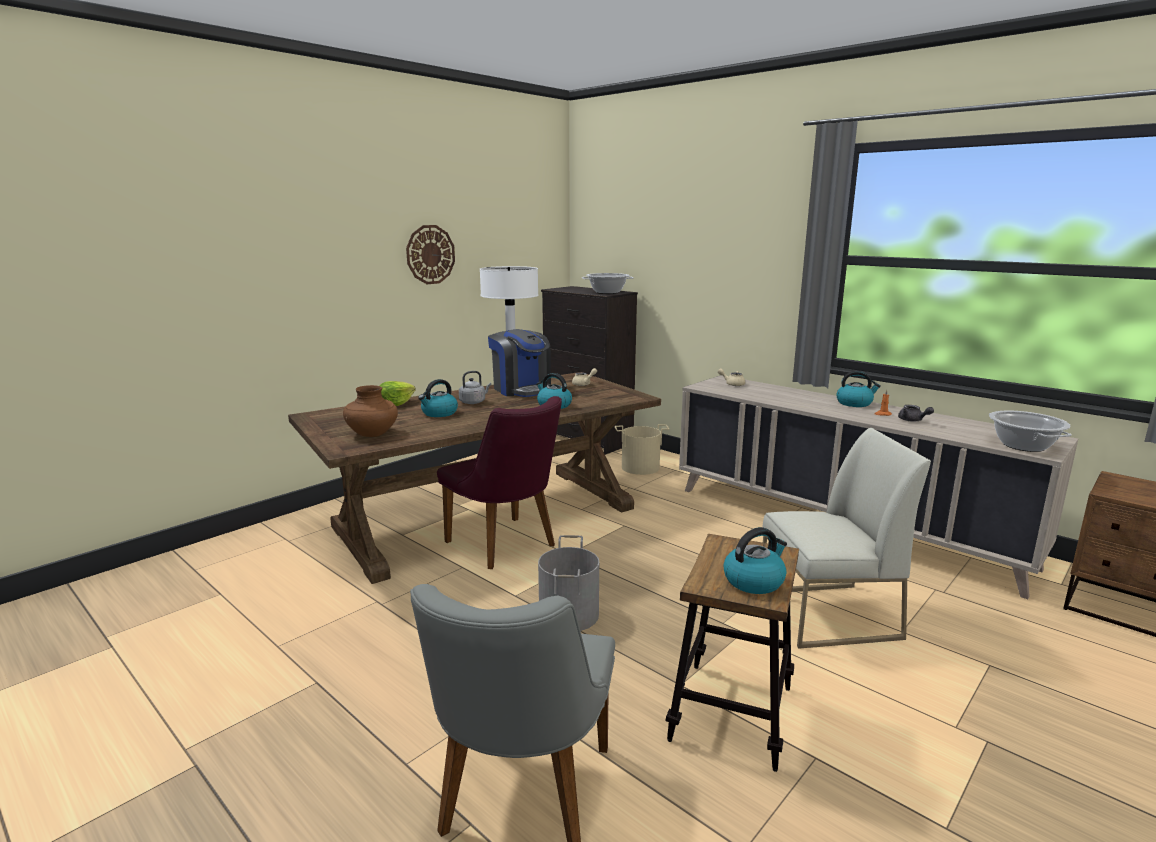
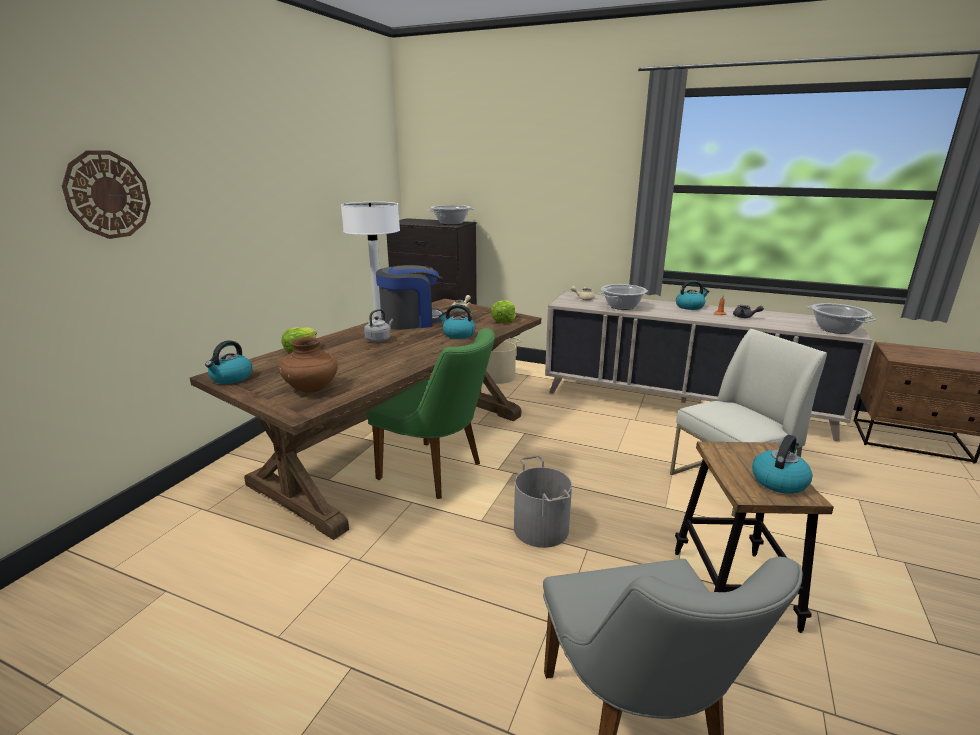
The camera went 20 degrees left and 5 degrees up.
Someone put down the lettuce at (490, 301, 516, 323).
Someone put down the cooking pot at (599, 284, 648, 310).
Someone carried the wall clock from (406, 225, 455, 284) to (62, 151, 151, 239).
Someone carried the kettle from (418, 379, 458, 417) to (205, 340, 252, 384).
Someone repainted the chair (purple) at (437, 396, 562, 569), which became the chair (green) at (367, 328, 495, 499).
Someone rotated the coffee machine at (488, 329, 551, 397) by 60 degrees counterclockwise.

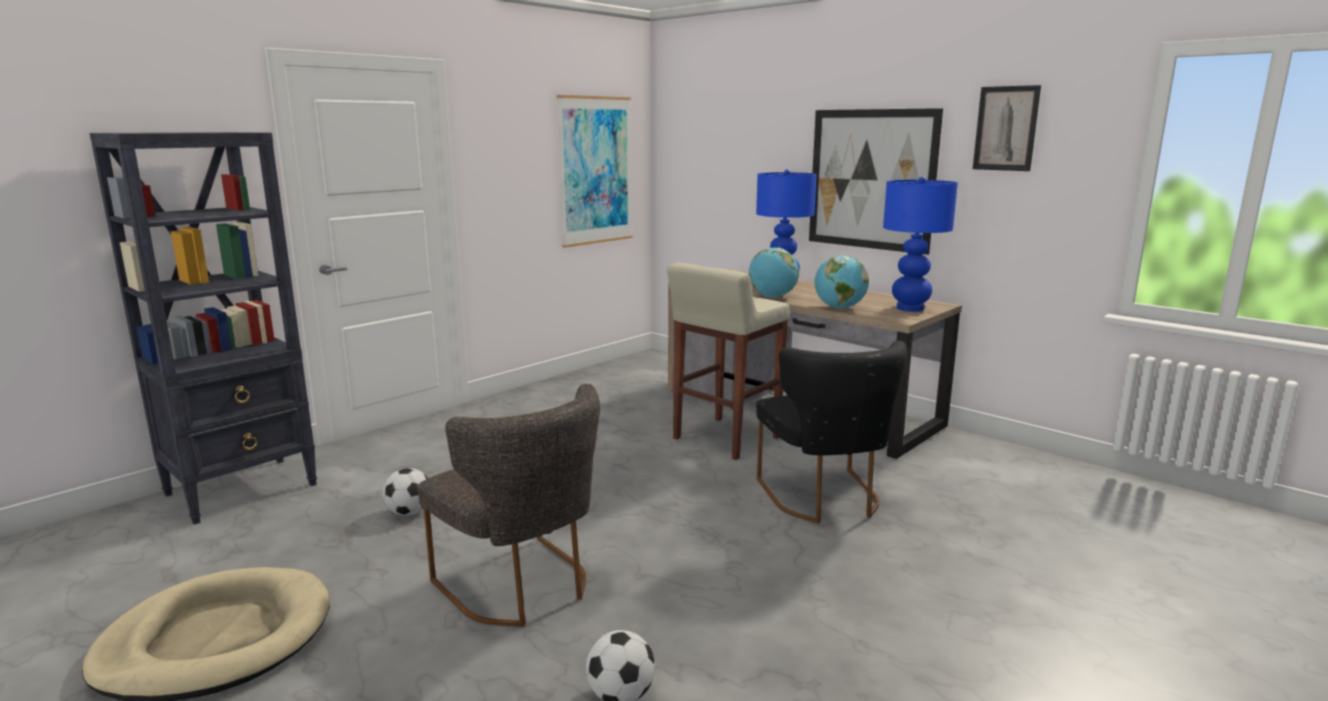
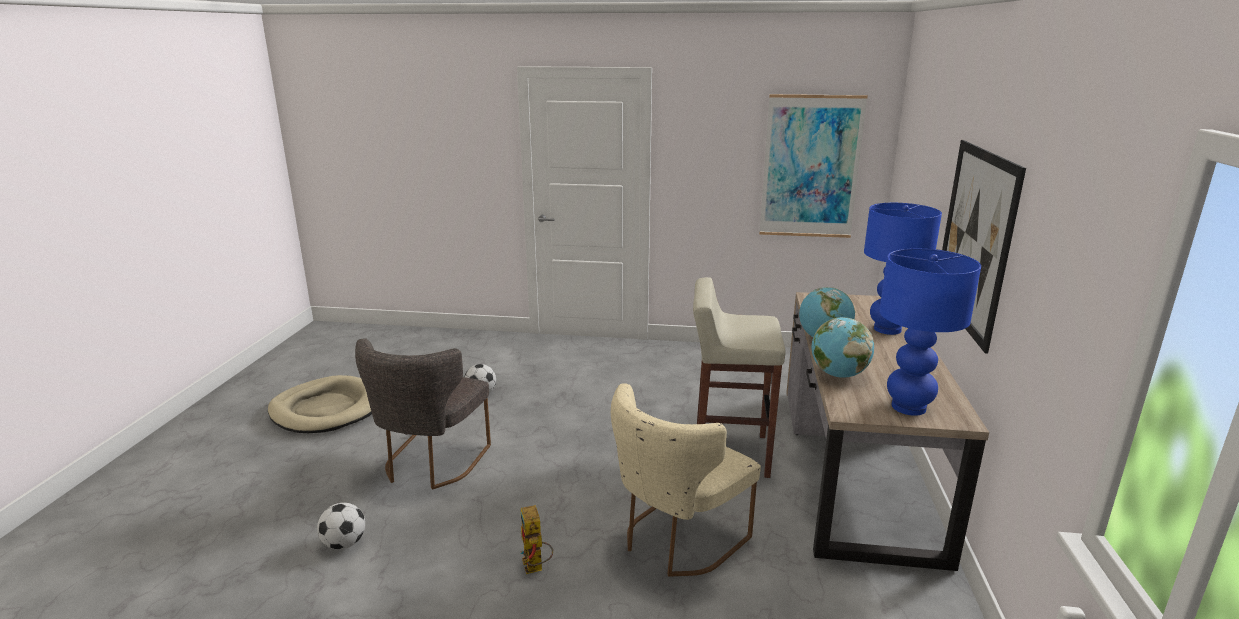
The camera went 55 degrees right and 5 degrees up.
Someone took away the bookcase (black) at (90, 132, 317, 525).
Someone took away the picture at (973, 85, 1041, 171).
Someone put down the toy robot at (520, 505, 553, 574).
Someone repainted the chair (black) at (756, 341, 907, 524), which became the chair (beige) at (611, 383, 761, 577).

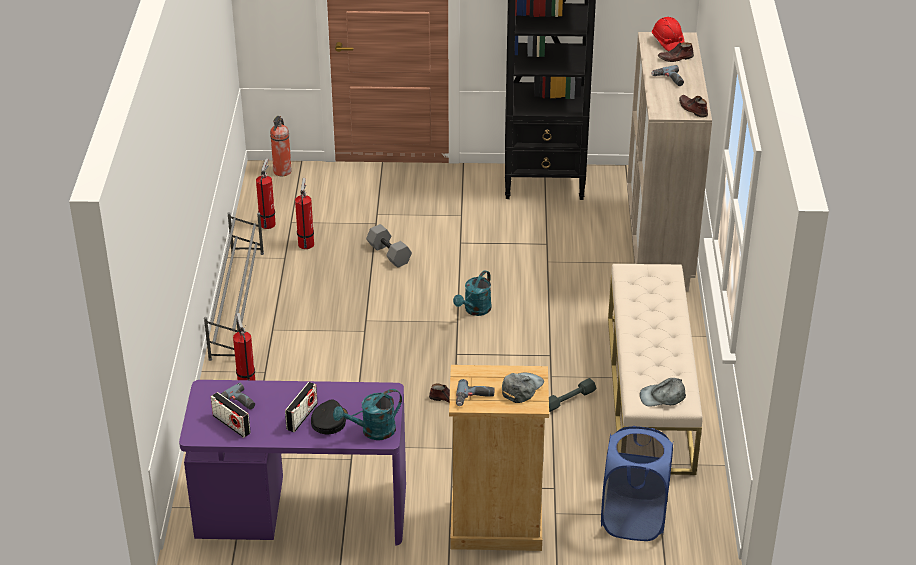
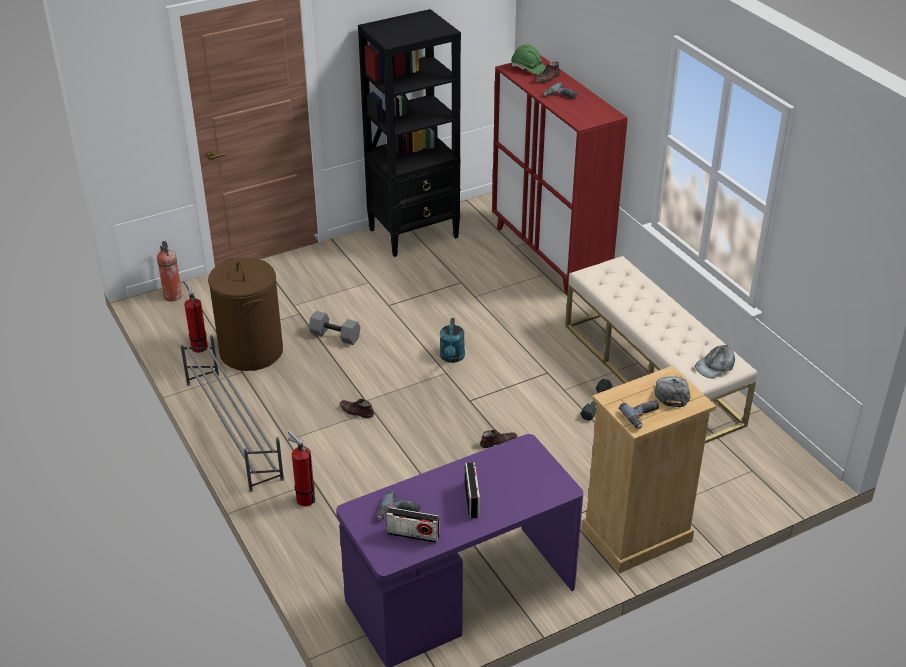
The camera went 30 degrees left and 0 degrees up.
Someone took away the cap (black) at (311, 399, 348, 434).
Someone took away the watering can (turquoise) at (333, 389, 402, 440).
Someone took away the laundry basket (blue) at (601, 426, 673, 541).
Someone carried the shoe (brown) from (679, 95, 708, 117) to (340, 399, 374, 418).
Someone swapped the fire extinguisher at (295, 178, 314, 249) for the laundry basket (brown) at (208, 257, 283, 371).
Someone repainted the cabinet (beige) at (627, 32, 712, 291), which became the cabinet (red) at (492, 56, 627, 294).
Someone repainted the hard hat (red) at (652, 17, 685, 51), which became the hard hat (green) at (511, 44, 545, 75).

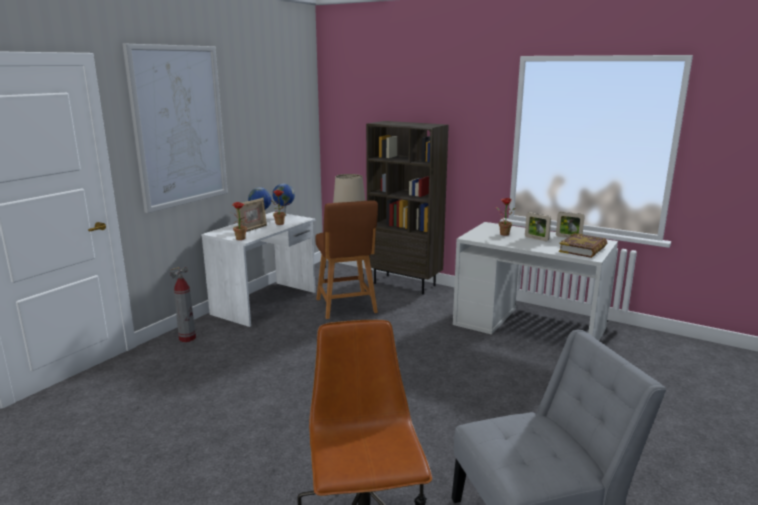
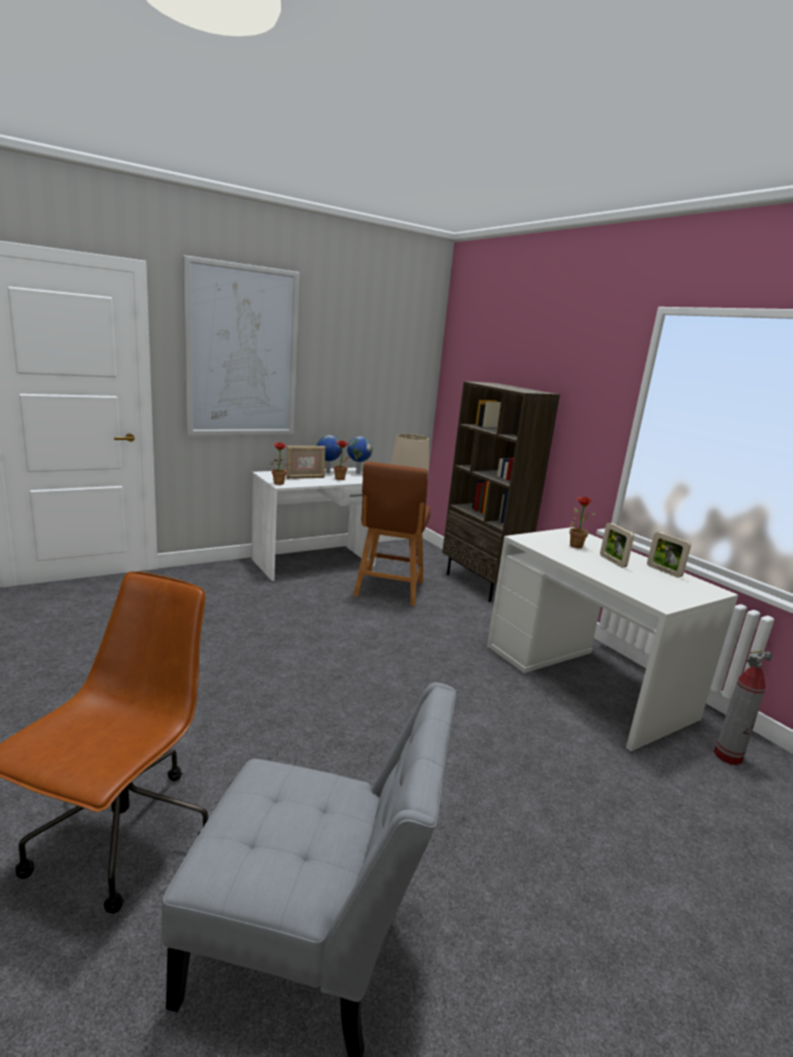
The camera went 25 degrees right and 0 degrees up.
Someone took away the book at (559, 233, 607, 258).
Someone carried the fire extinguisher from (170, 267, 196, 342) to (714, 650, 773, 765).

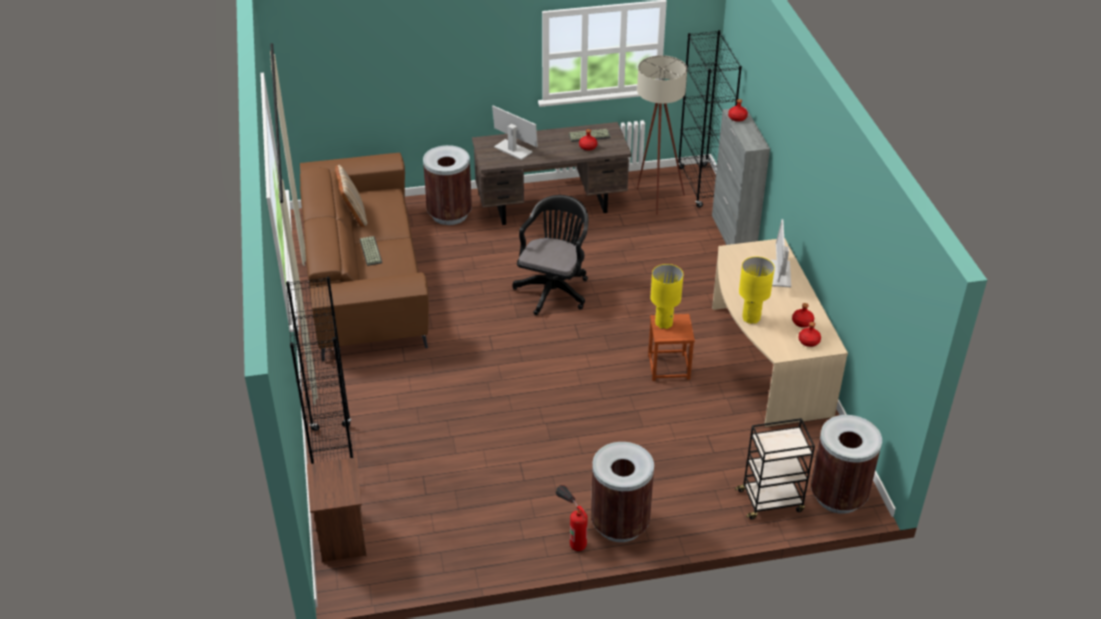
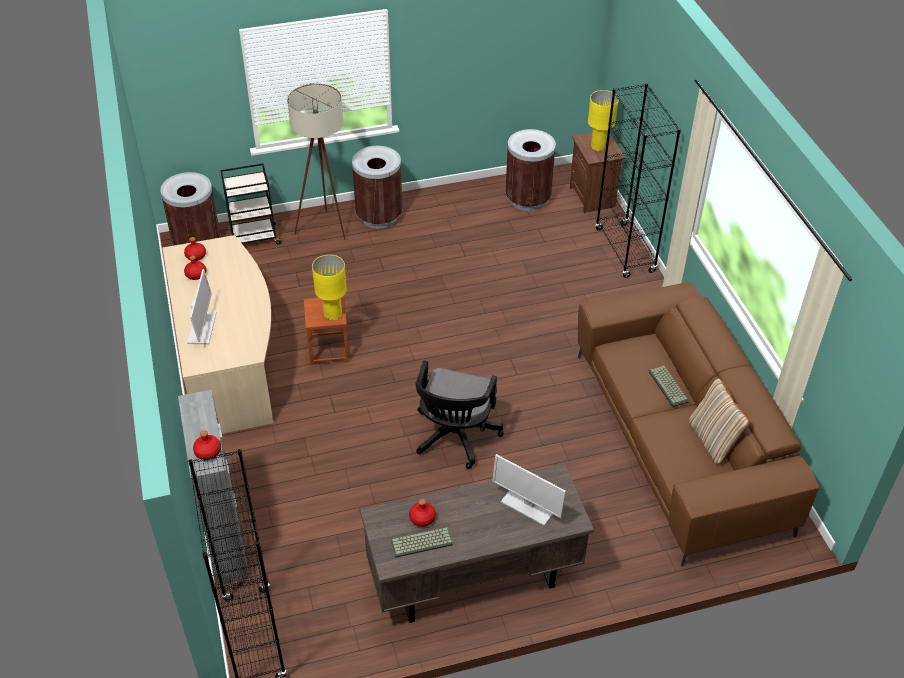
The camera went 175 degrees right and 5 degrees up.
Someone took away the fire extinguisher at (556, 485, 588, 551).
Someone carried the trash can (brown) from (423, 145, 472, 225) to (505, 129, 556, 211).
Someone carried the floor lamp (beige) from (637, 55, 687, 215) to (287, 83, 346, 240).
Someone carried the table lamp (yellow) from (739, 257, 775, 324) to (588, 90, 619, 151).

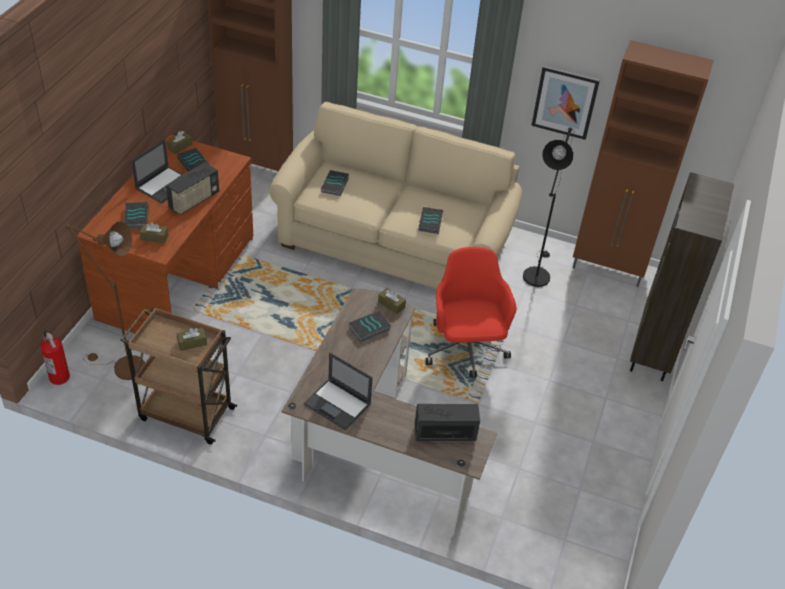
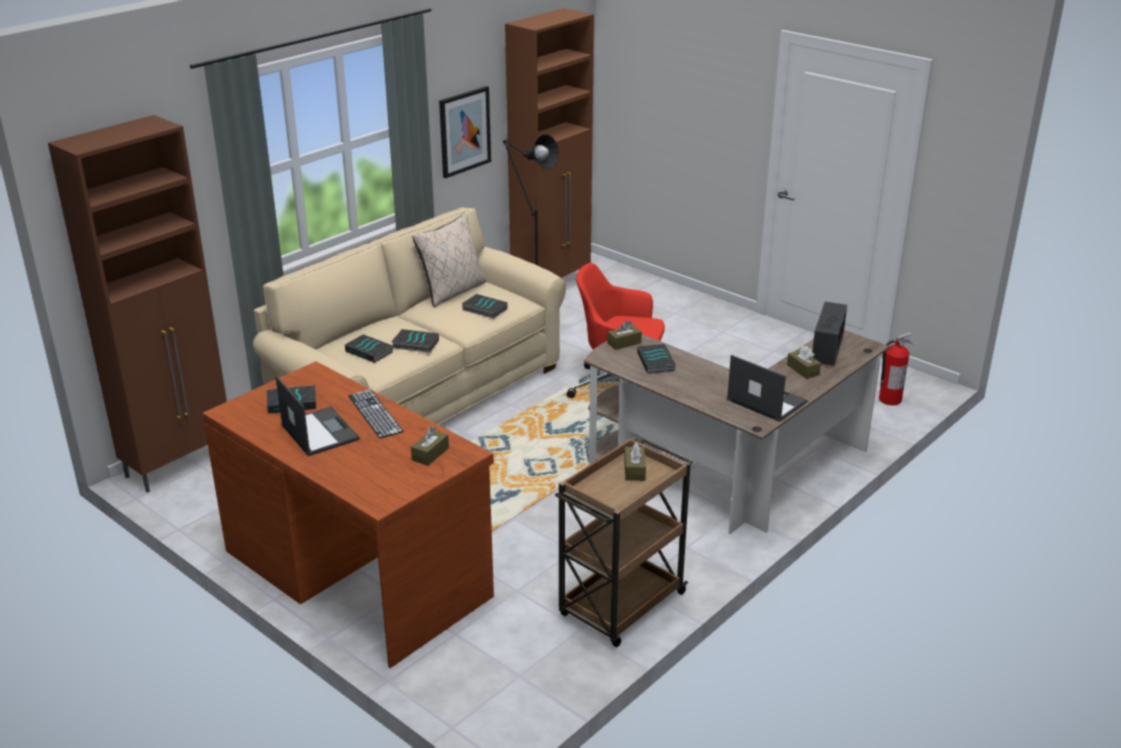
The camera went 65 degrees left and 15 degrees down.
Someone took away the floor lamp (brown) at (65, 221, 145, 380).
Someone took away the bookcase (brown) at (630, 172, 734, 381).
Someone put down the pillow (beige) at (412, 213, 486, 307).
Someone carried the fire extinguisher from (40, 330, 70, 385) to (879, 332, 913, 405).
Someone carried the book from (124, 202, 149, 229) to (392, 329, 439, 353).
Someone carried the tissue box (brown) from (167, 131, 192, 154) to (787, 346, 821, 379).
Someone swapped the radio at (166, 162, 219, 215) for the keyboard at (348, 389, 404, 438).
Someone rotated the laptop at (304, 352, 373, 431) by 105 degrees counterclockwise.

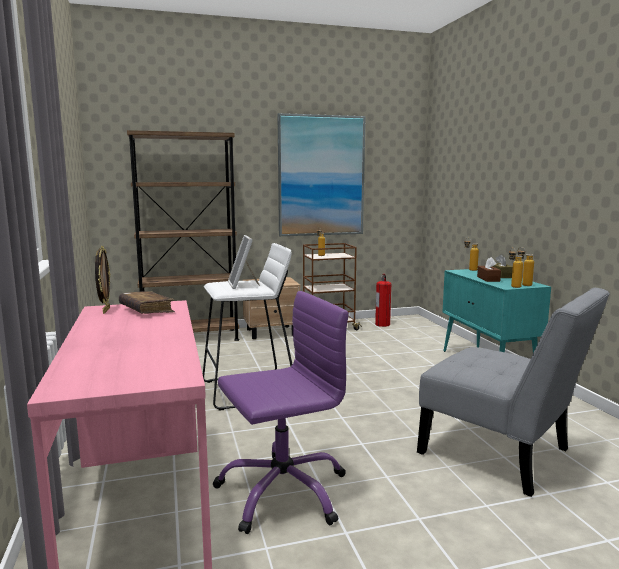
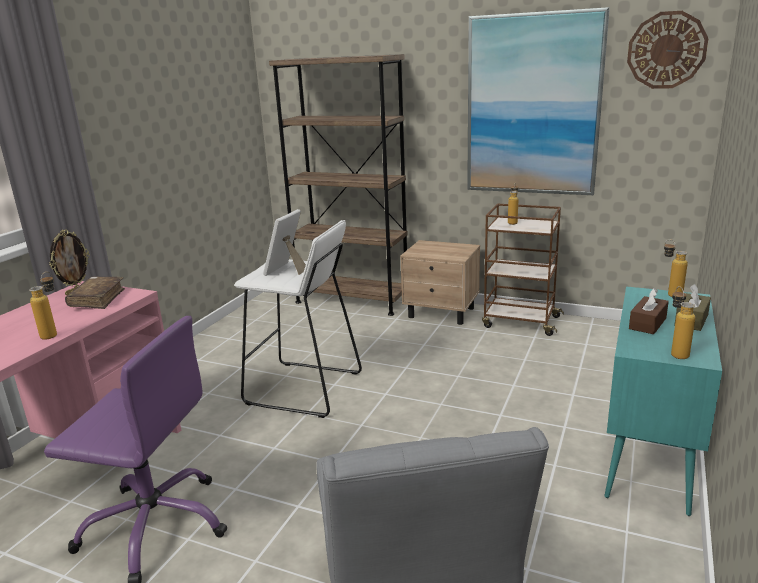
The camera went 40 degrees right and 10 degrees up.
Someone took away the fire extinguisher at (375, 274, 391, 327).
Someone put up the wall clock at (627, 11, 709, 89).
Someone carried the bottle from (509, 248, 523, 288) to (29, 272, 57, 340).

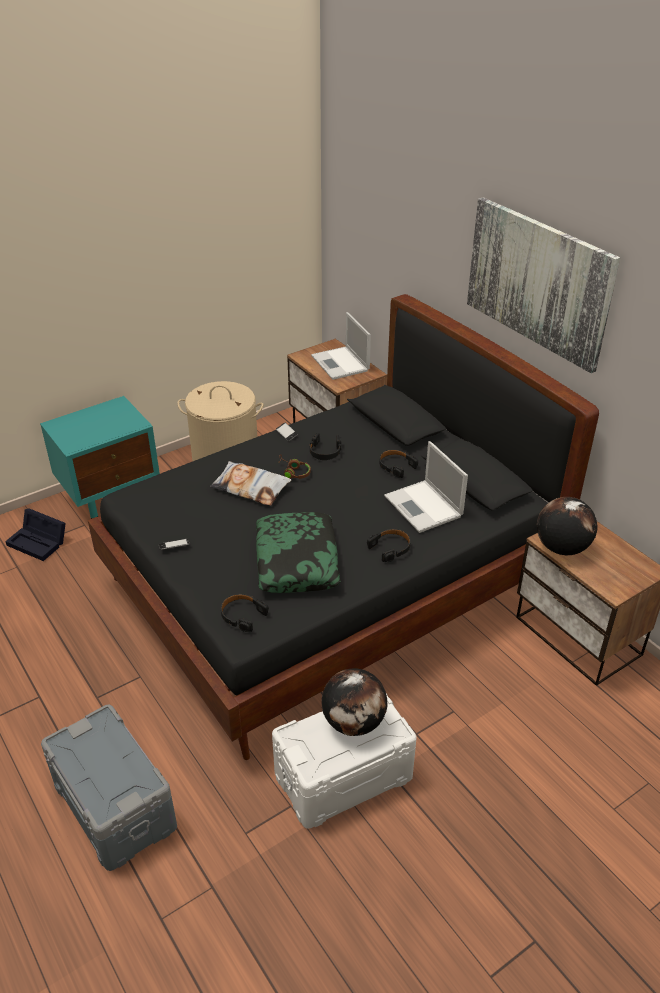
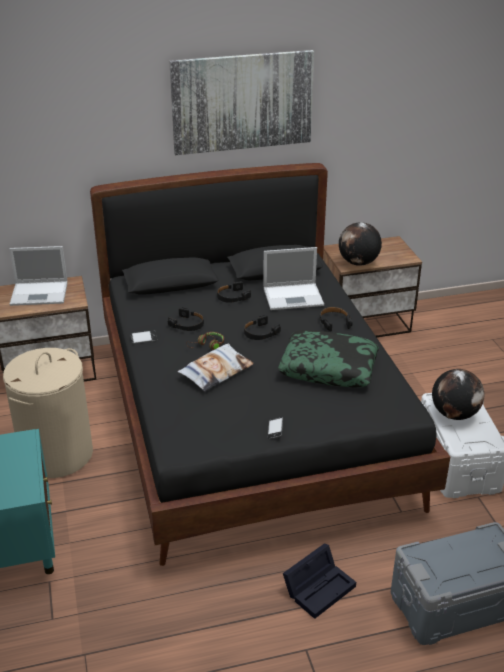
The camera went 70 degrees left and 5 degrees down.
Someone carried the storage box (black) from (5, 508, 66, 561) to (283, 544, 356, 619).
Someone carried the headphones (black) from (221, 594, 269, 632) to (244, 315, 281, 340).

